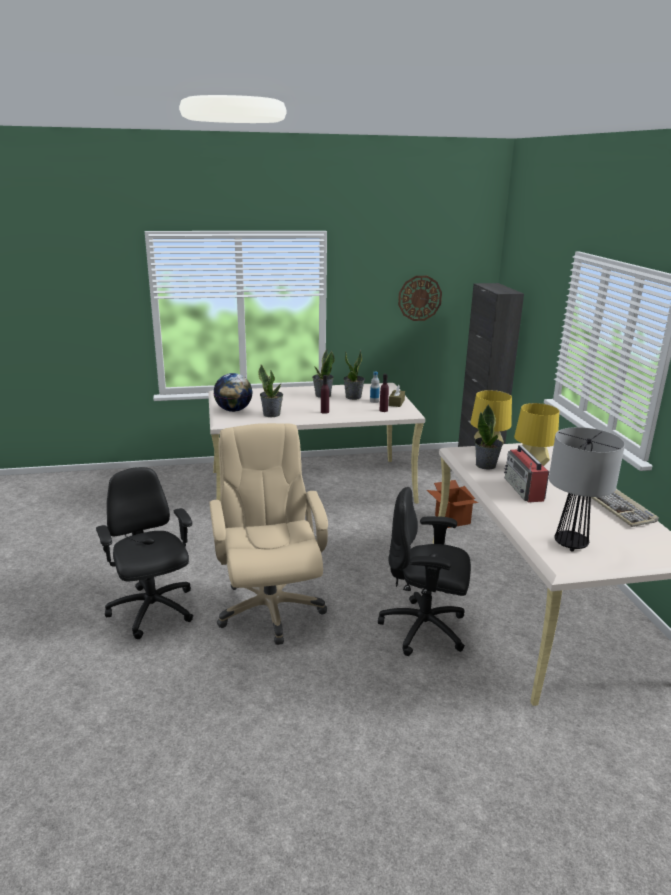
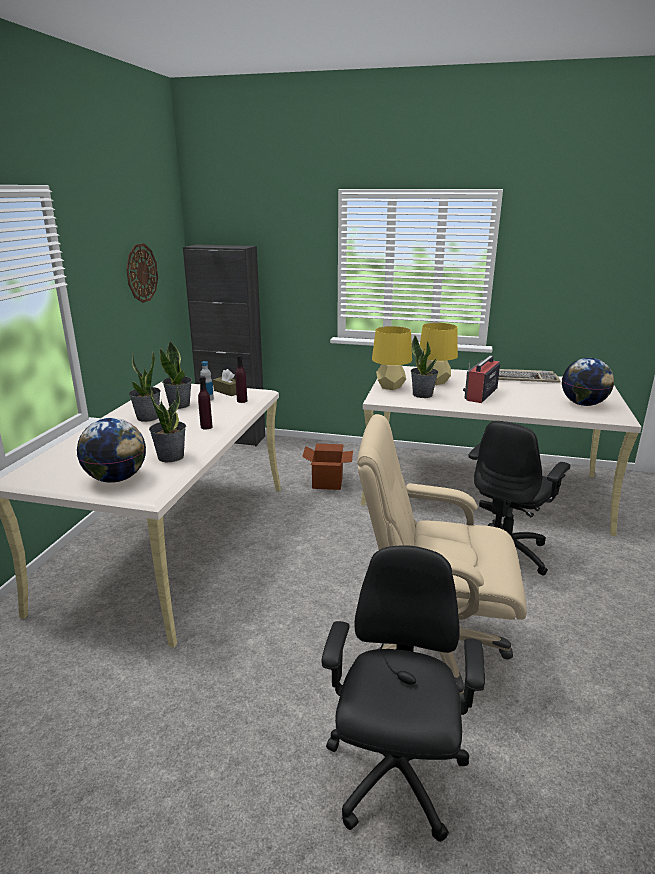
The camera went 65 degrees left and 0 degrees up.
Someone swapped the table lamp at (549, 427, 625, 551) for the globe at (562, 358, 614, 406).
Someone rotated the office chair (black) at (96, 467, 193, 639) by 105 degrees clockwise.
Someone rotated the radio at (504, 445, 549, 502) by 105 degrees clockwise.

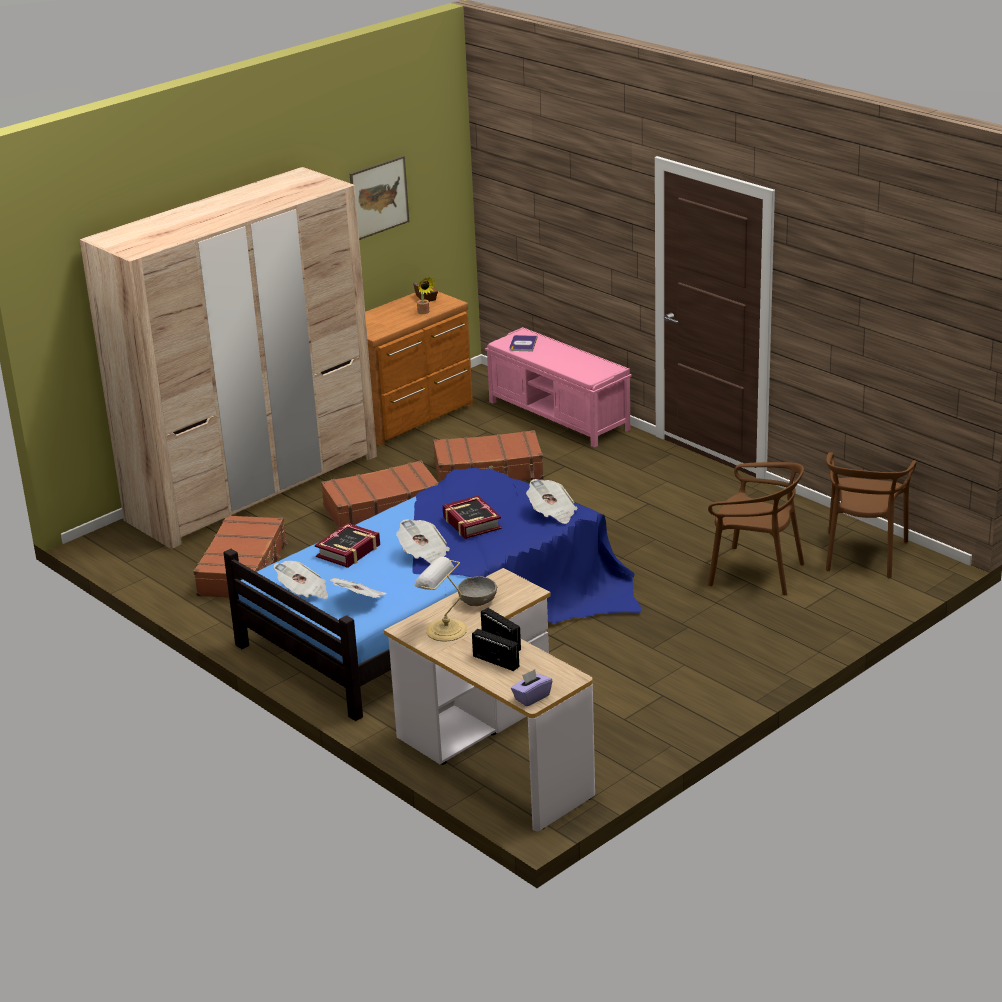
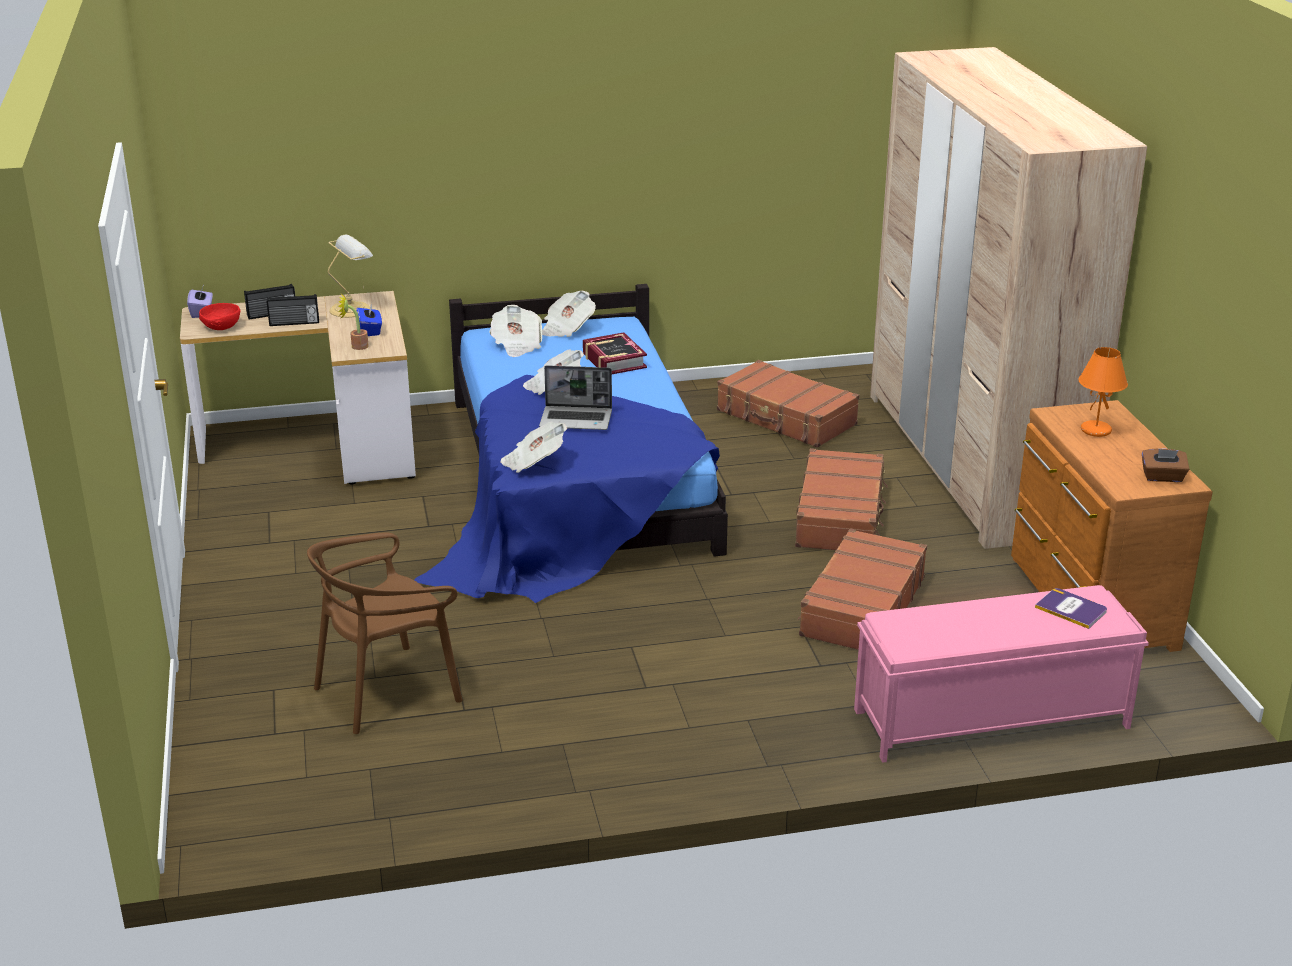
The camera went 120 degrees right and 0 degrees up.
Someone took away the picture at (350, 156, 409, 240).
Someone took away the chair (brown) at (826, 452, 917, 578).
Someone put down the bowl (red) at (199, 303, 241, 330).
Someone put down the table lamp (orange) at (1078, 347, 1128, 437).
Someone carried the potted plant from (417, 277, 435, 314) to (338, 294, 369, 350).
Someone swapped the book at (443, 495, 502, 539) for the laptop at (539, 365, 612, 430).
Someone swapped the bowl (grey) at (458, 576, 497, 606) for the tissue box (blue) at (356, 303, 382, 336).

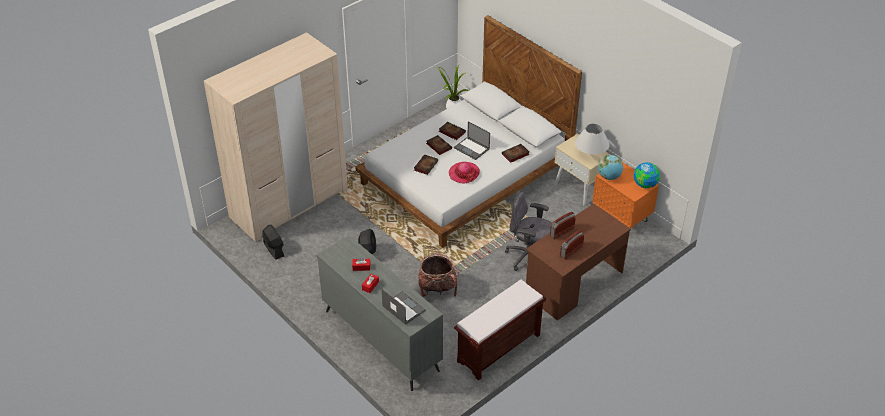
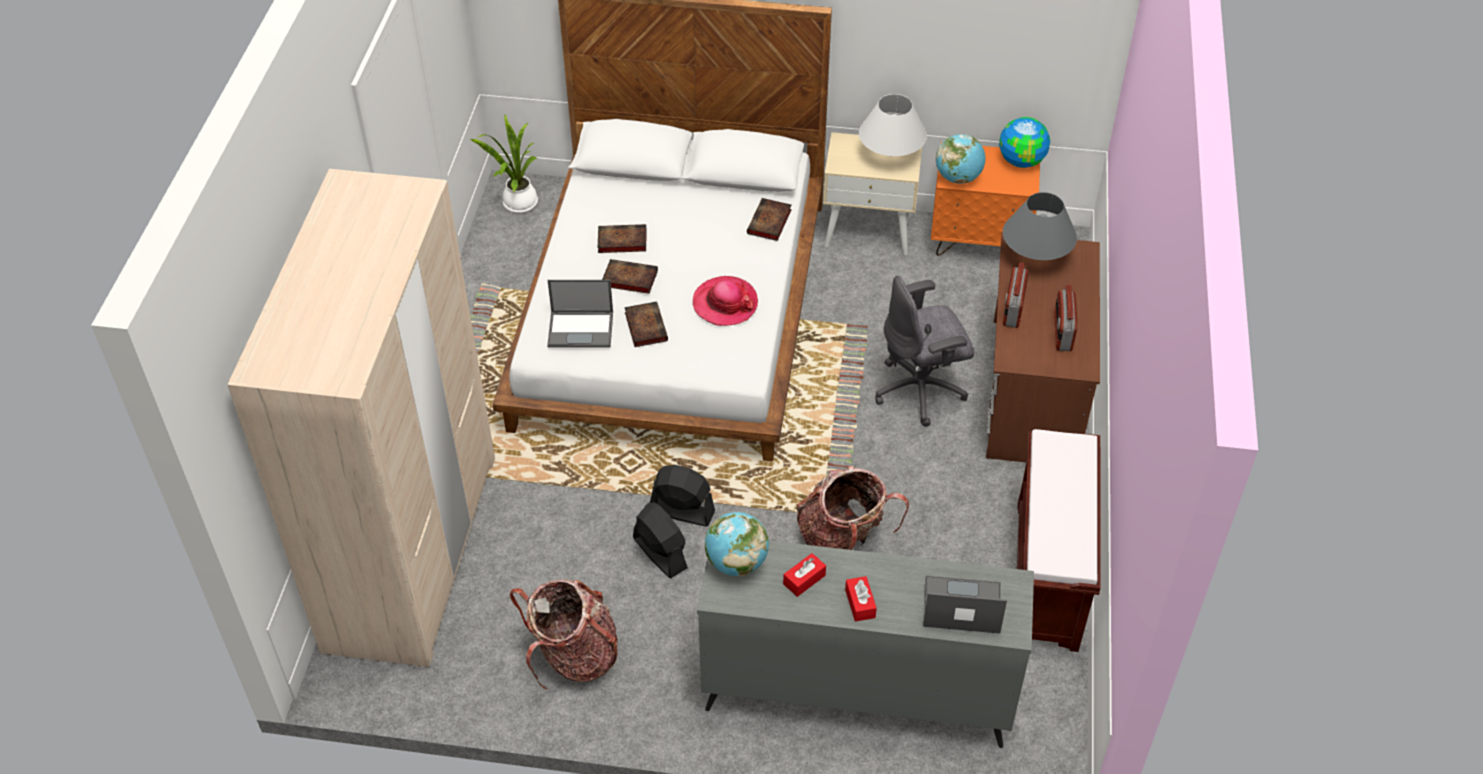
The camera went 40 degrees left and 5 degrees up.
Someone put down the backpack at (510, 579, 618, 690).
Someone put down the globe at (705, 512, 769, 576).
Someone put down the table lamp (grey) at (1003, 192, 1077, 260).
Someone carried the fan (black) from (262, 225, 284, 260) to (650, 465, 715, 527).
Someone carried the laptop from (454, 121, 490, 160) to (547, 280, 613, 348).

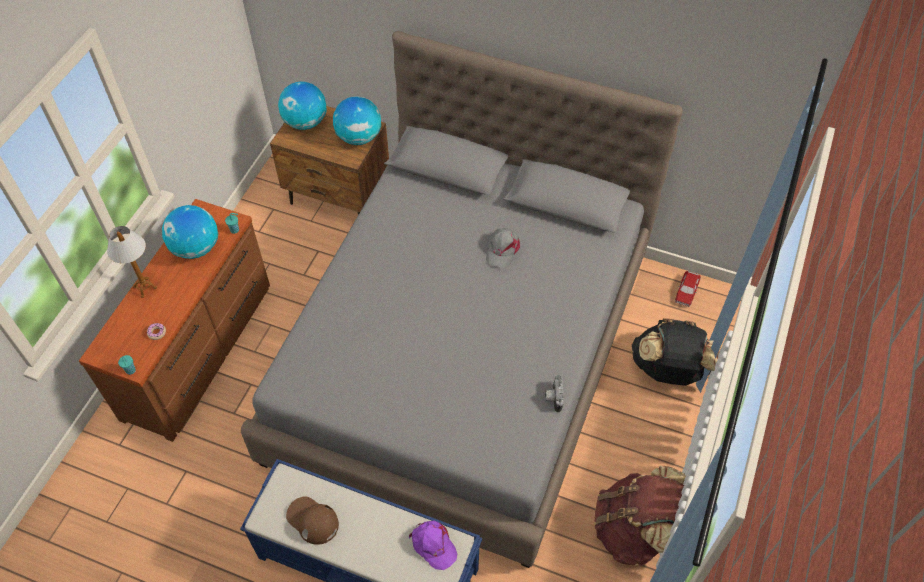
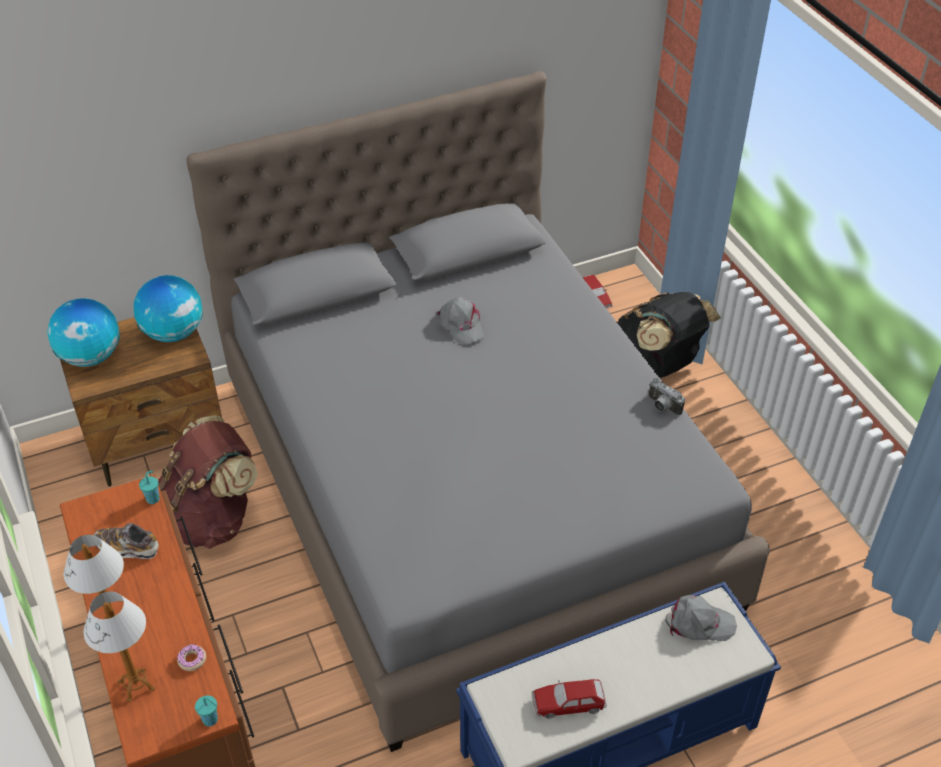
The camera went 45 degrees left and 10 degrees down.
Someone put down the table lamp at (84, 591, 156, 702).
Someone carried the backpack (brown) from (594, 466, 686, 566) to (158, 415, 258, 549).
Someone swapped the globe at (162, 205, 218, 259) for the shoe at (94, 523, 159, 559).
Someone swapped the cap (brown) at (286, 496, 339, 545) for the toy car at (532, 679, 607, 719).
Someone repainted the cap (purple) at (409, 520, 457, 570), which became the cap (grey) at (665, 595, 737, 641).

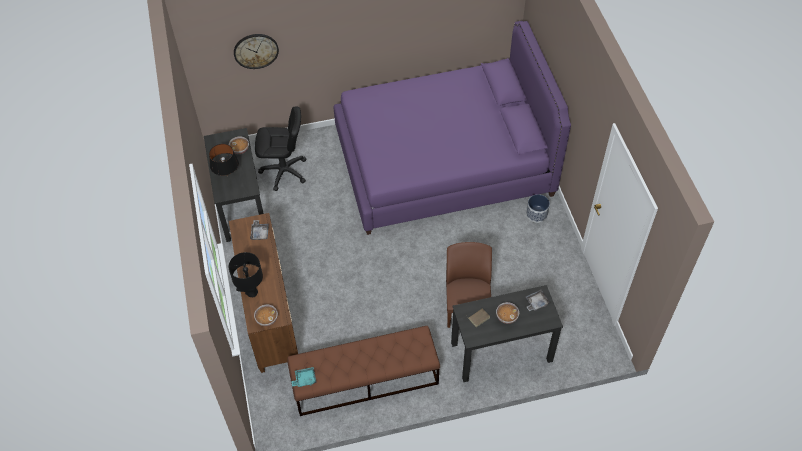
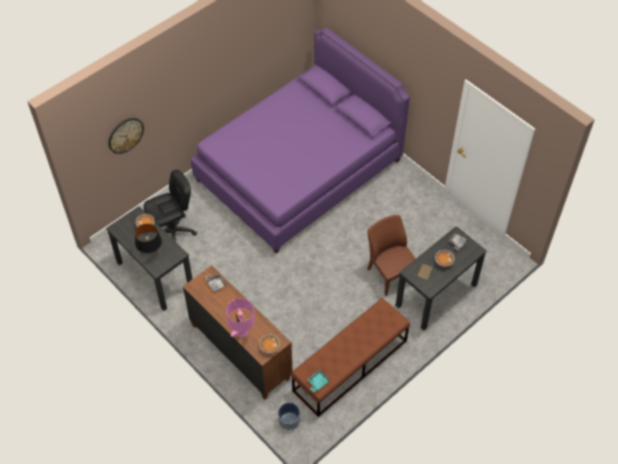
The camera went 30 degrees left and 0 degrees up.
Someone carried the planter from (526, 194, 550, 223) to (278, 403, 300, 431).
Someone repainted the table lamp (black) at (229, 252, 263, 297), which became the table lamp (pink) at (226, 298, 255, 338).

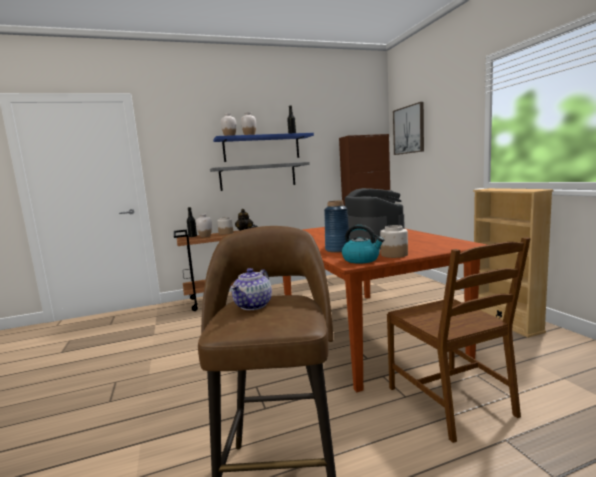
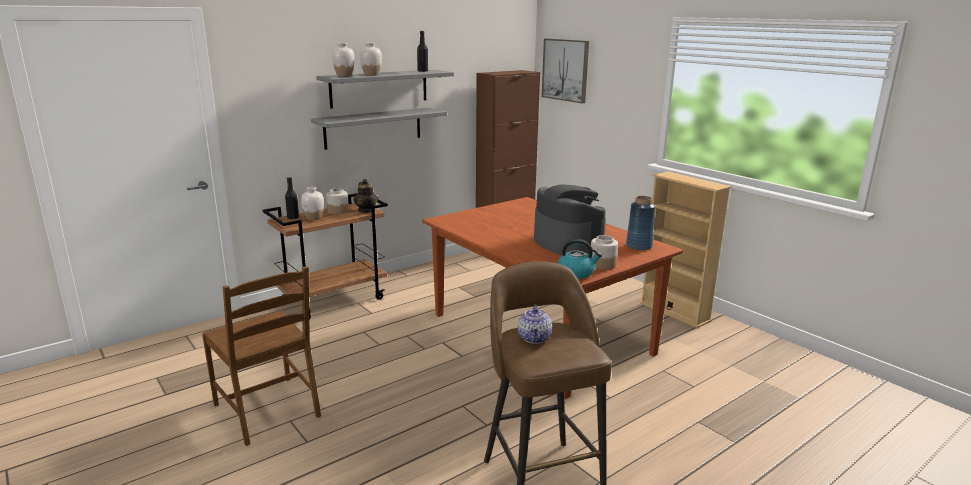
The camera went 20 degrees left and 10 degrees up.
Someone carried the vase (blue) from (324, 201, 350, 253) to (626, 196, 655, 250).
Someone carried the chair (brown) from (387, 237, 531, 443) to (202, 266, 321, 446).
Someone repainted the shelf (blue) at (213, 133, 314, 162), which became the shelf (grey) at (316, 70, 454, 108).

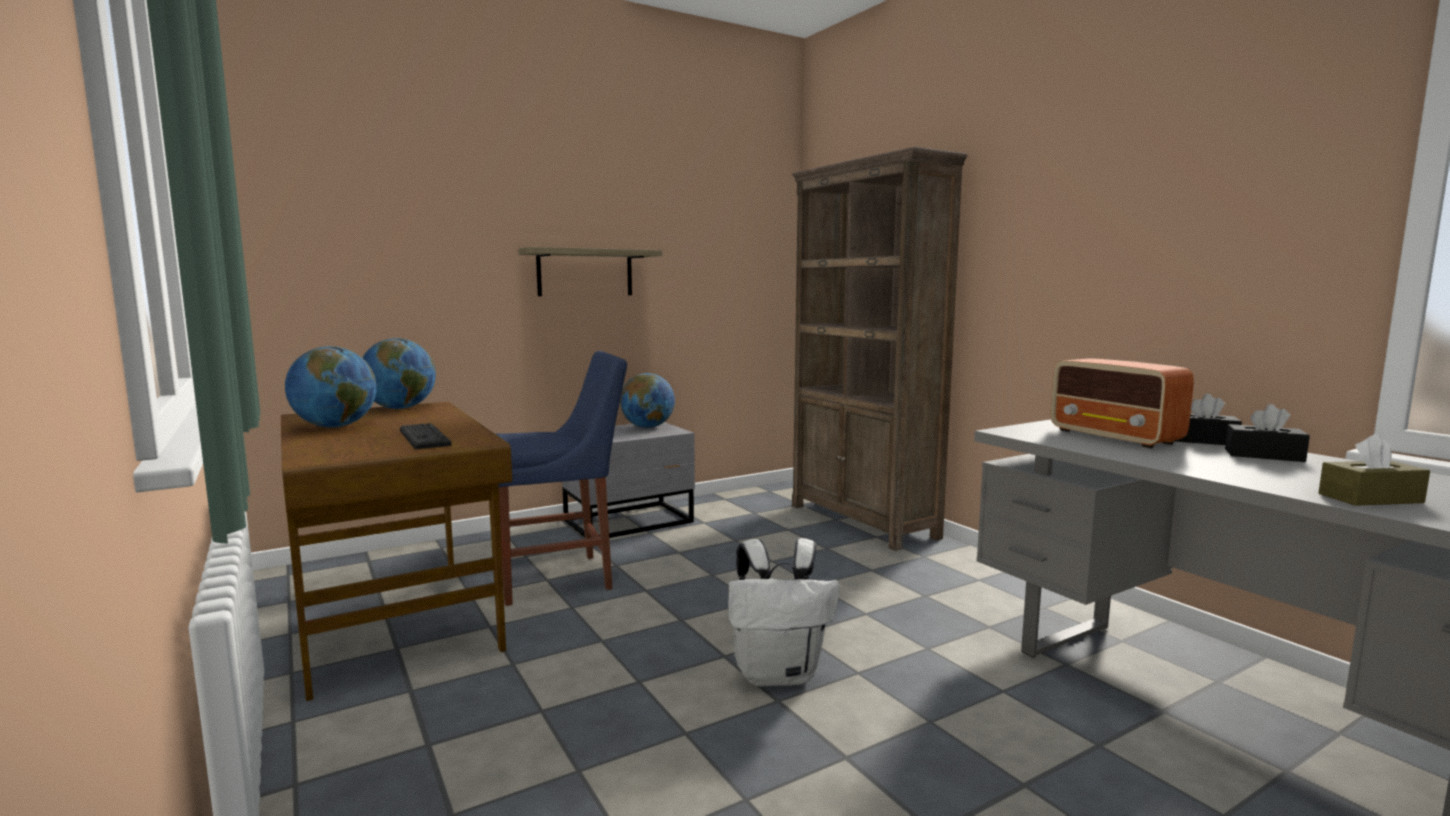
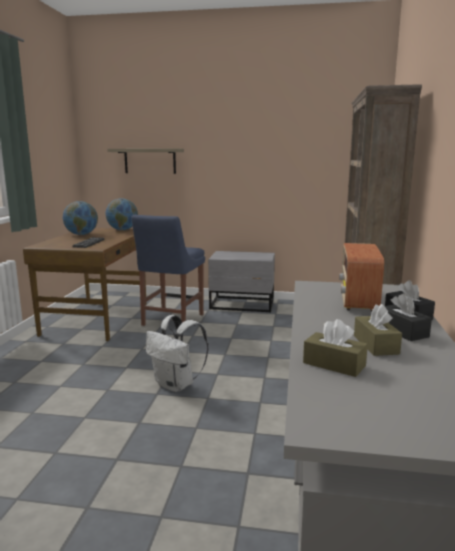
The camera went 40 degrees right and 5 degrees up.
Someone took away the globe at (620, 373, 675, 428).
Someone put down the tissue box (brown) at (354, 304, 402, 356).
Someone carried the shelf from (518, 247, 663, 296) to (107, 149, 184, 174).
Someone rotated the chair (blue) at (496, 351, 627, 606) by 90 degrees clockwise.

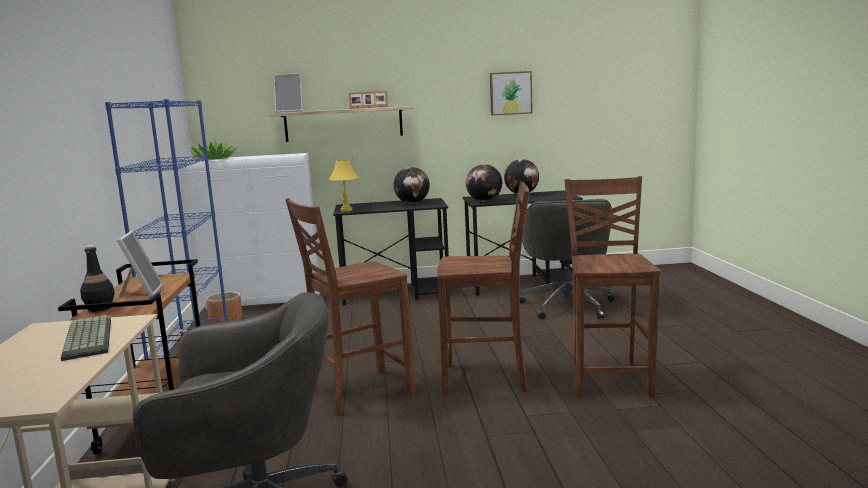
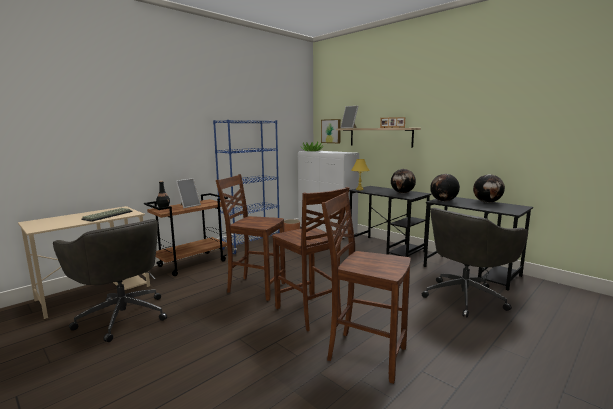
The camera went 50 degrees right and 0 degrees up.
Someone carried the picture from (490, 71, 533, 116) to (321, 119, 341, 143).
Someone rotated the chair (brown) at (564, 176, 661, 398) by 120 degrees counterclockwise.

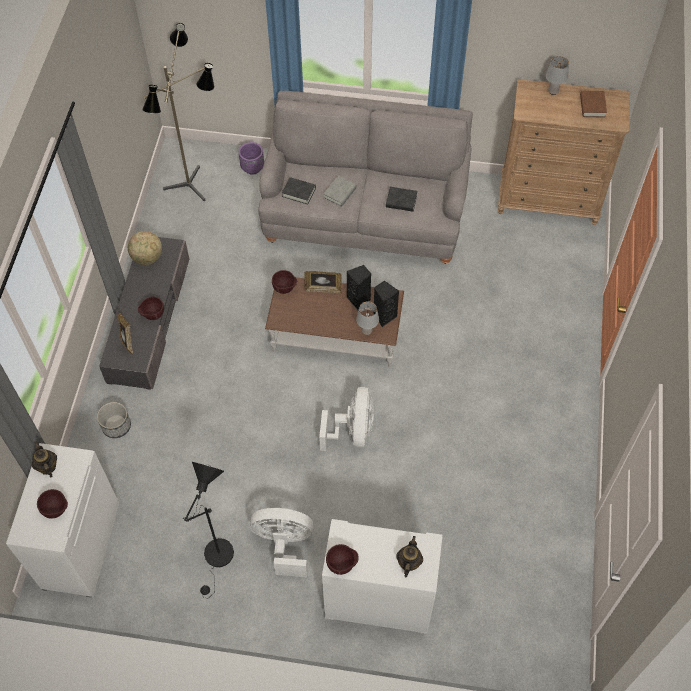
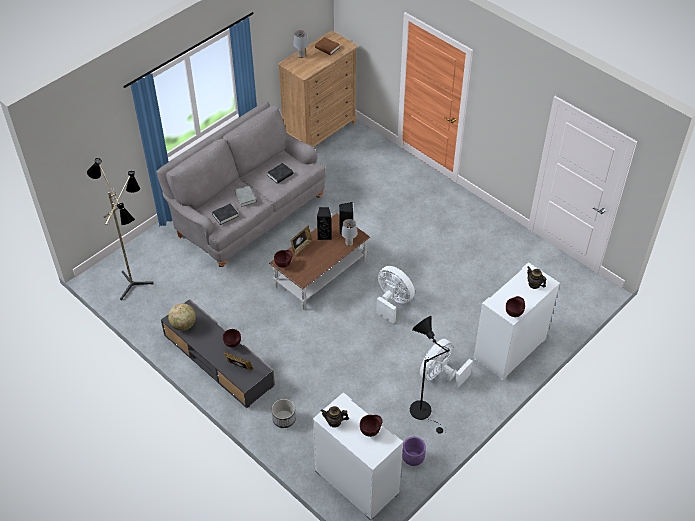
The camera went 55 degrees left and 10 degrees down.
Someone carried the planter (purple) from (239, 142, 264, 175) to (402, 437, 426, 466).

